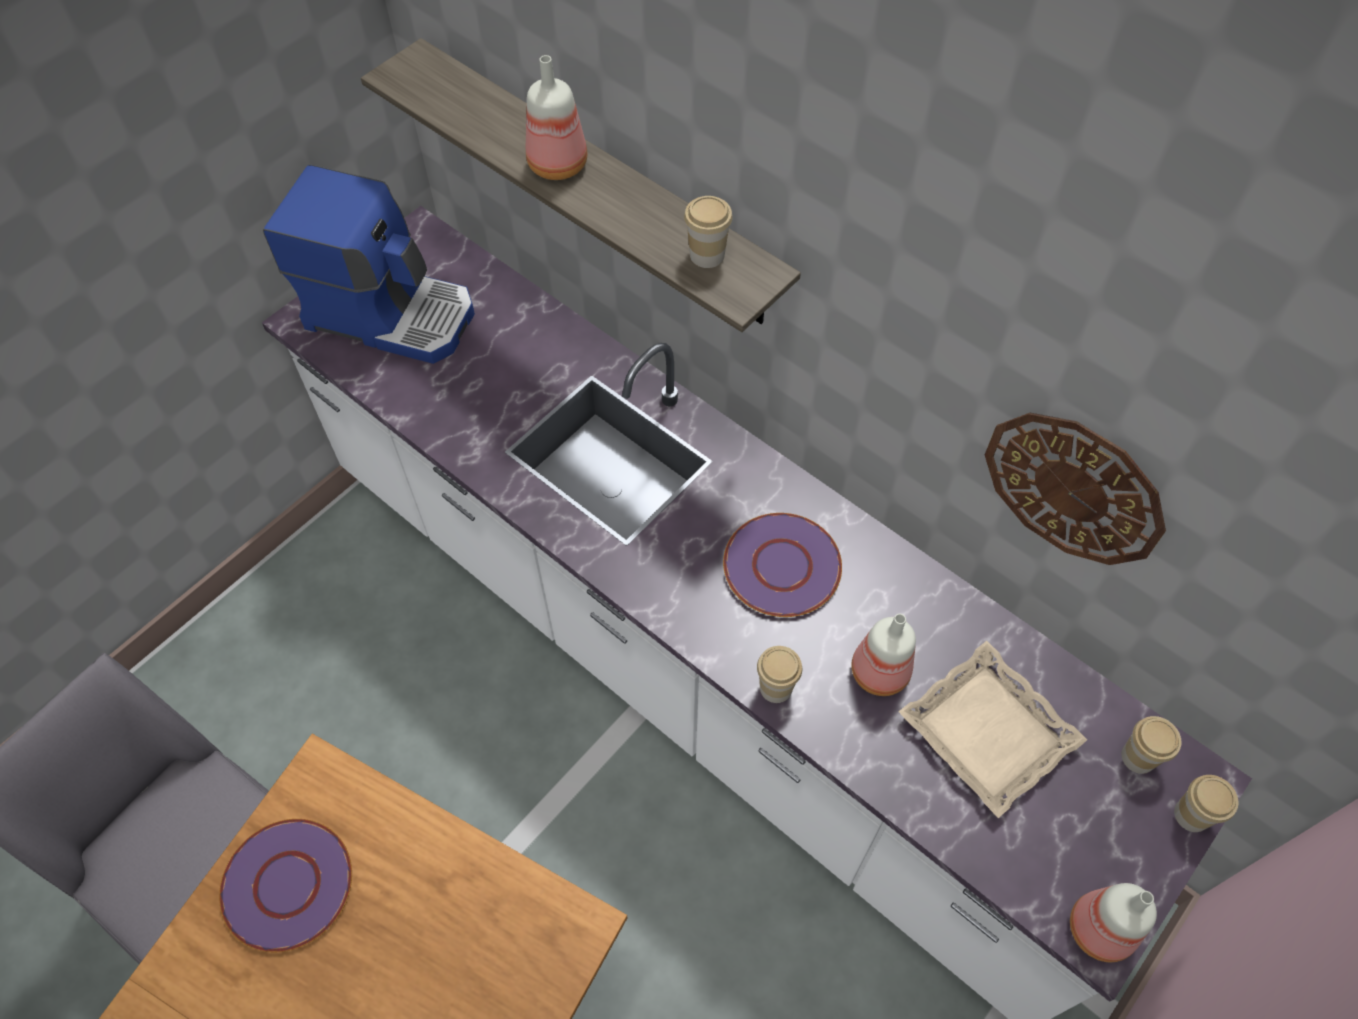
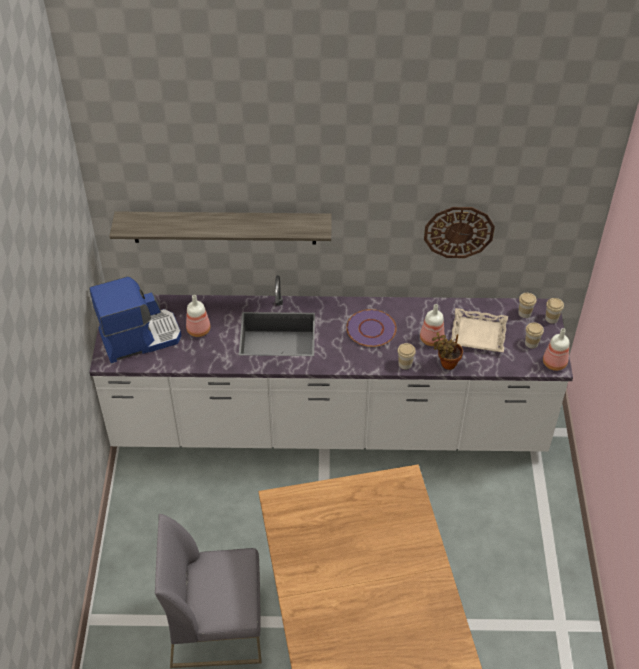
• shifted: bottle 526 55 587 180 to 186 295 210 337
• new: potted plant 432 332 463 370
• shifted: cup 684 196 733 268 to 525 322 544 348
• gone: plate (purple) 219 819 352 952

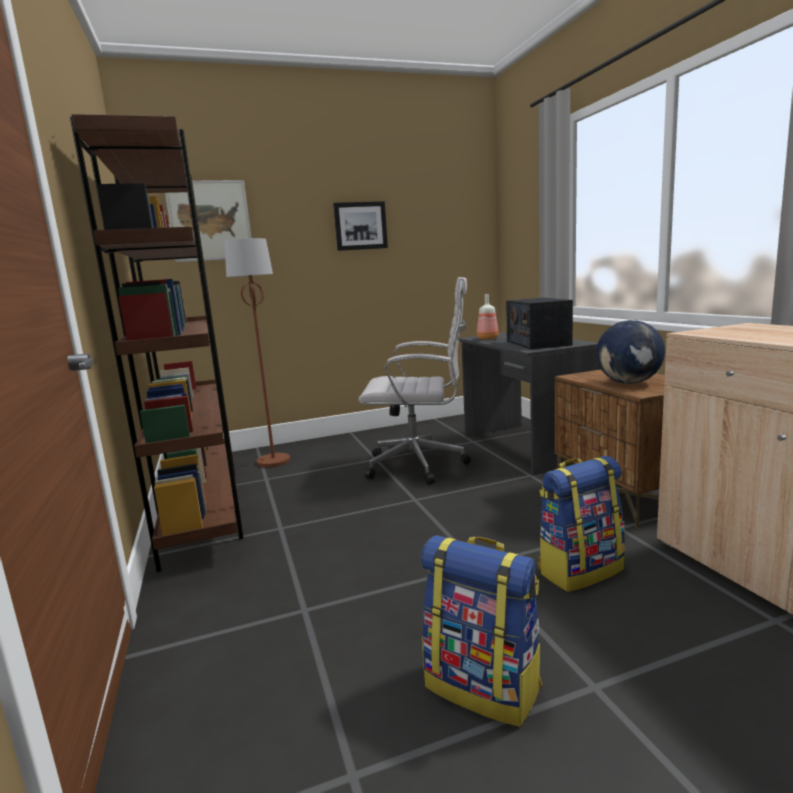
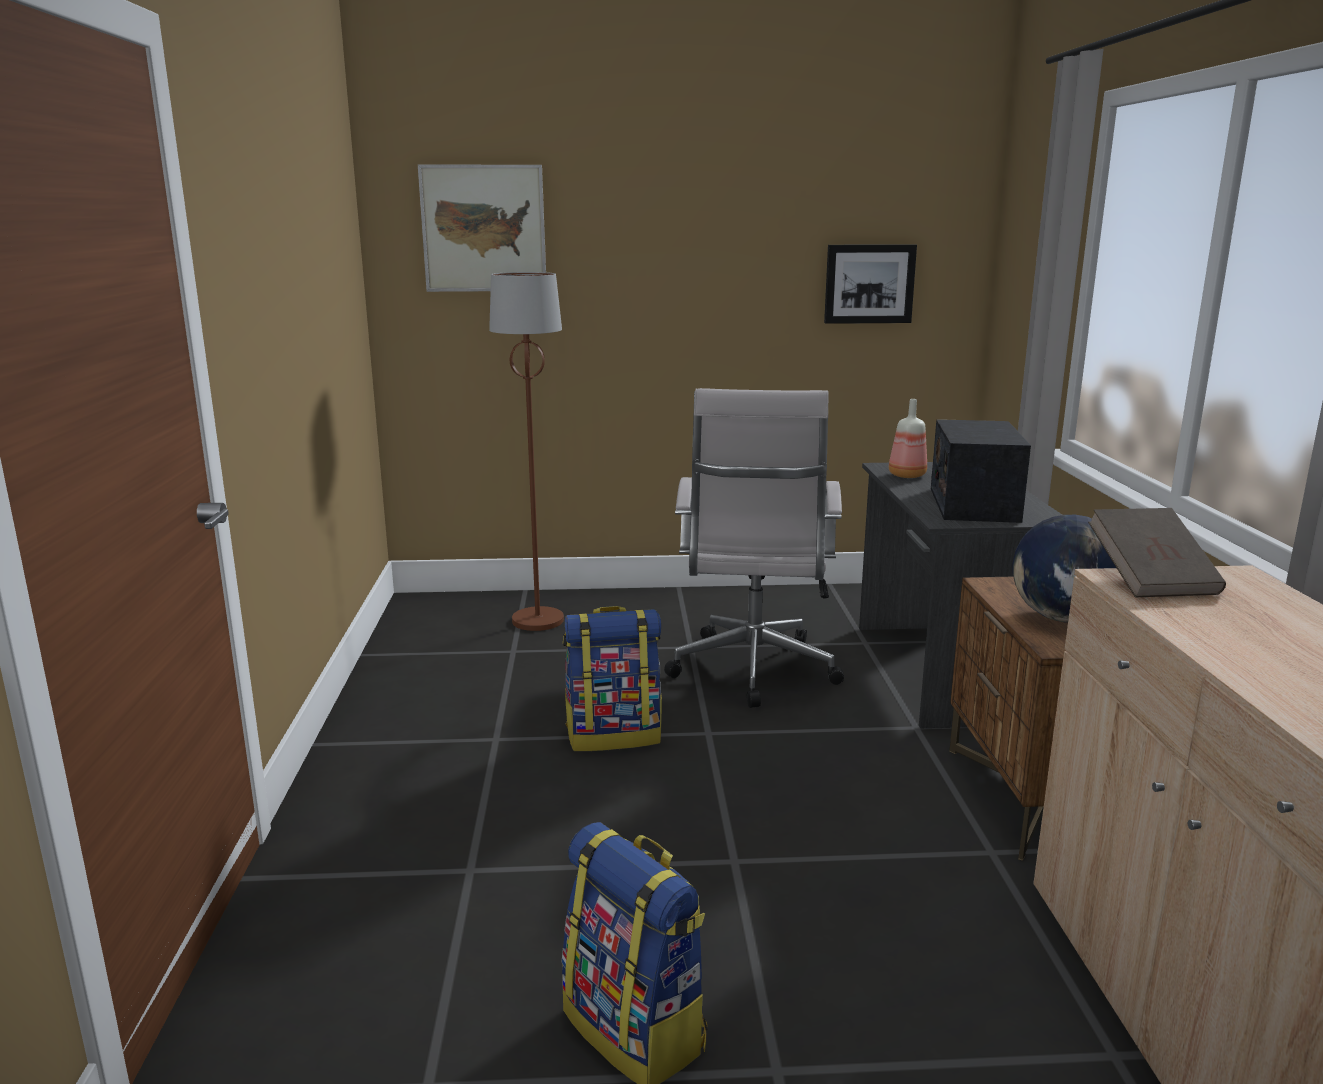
• shifted: backpack 538 456 625 592 to 563 606 662 751
• rotated: office chair (white) 359 277 471 485 = 664 388 844 708 75 degrees clockwise
• shifted: picture 333 201 388 251 to 824 244 917 324
• new: book (brown) 1088 508 1226 598
• gone: bookcase (brown) 70 114 244 572

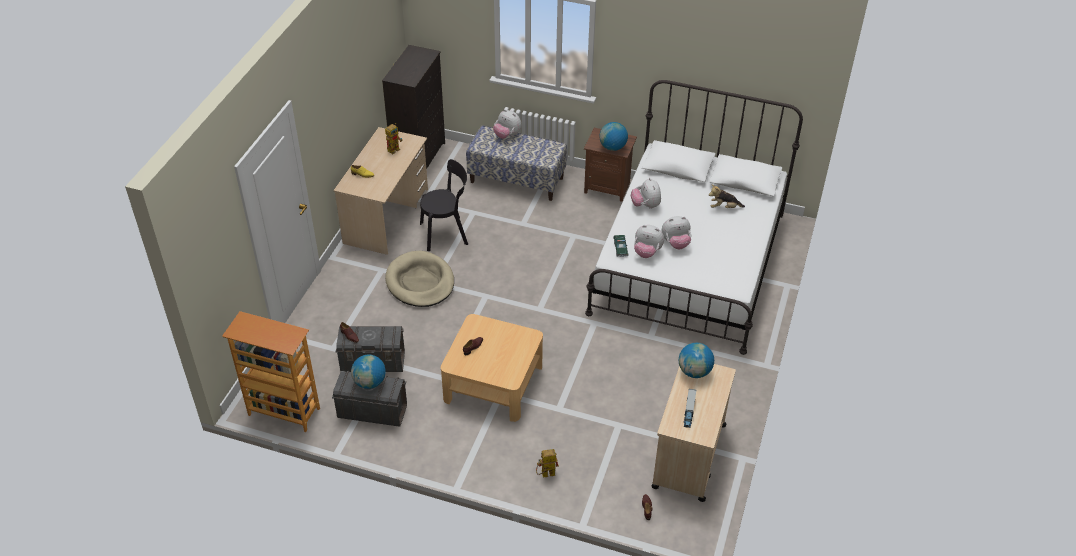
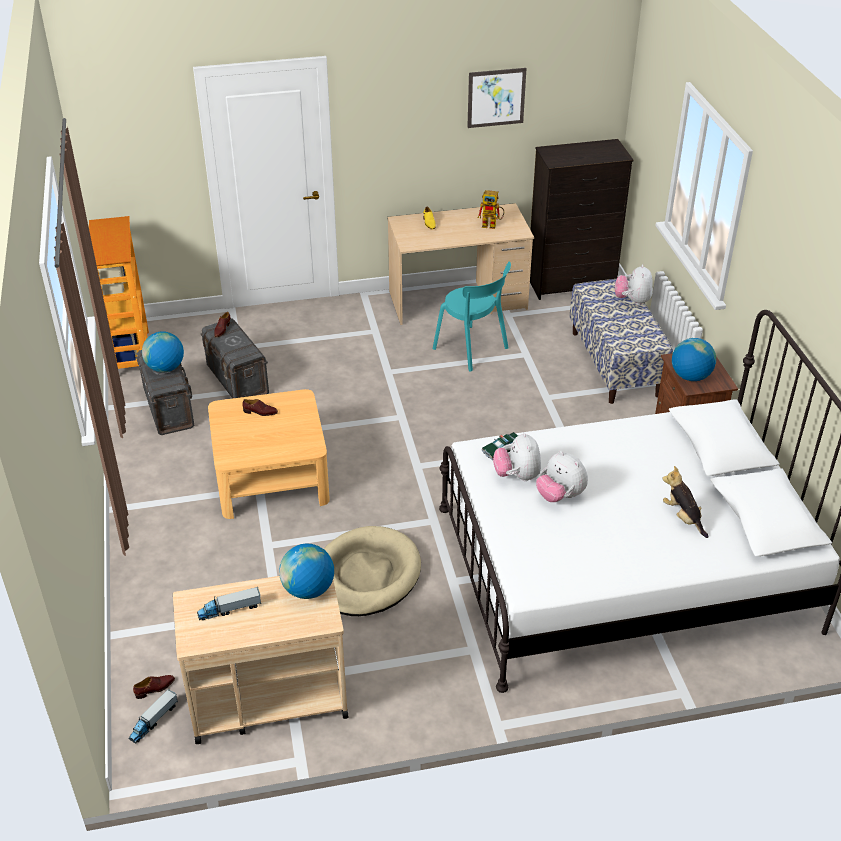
• new: toy truck 128 689 178 744
• shifted: dog bed (beige) 385 251 454 307 to 324 526 421 616
• repainted: chair (black) 420 159 468 251 to chair (turquoise) 433 262 511 372
• new: picture 467 68 527 128
• gone: toy robot 536 449 559 477
• gone: plush toy 631 178 661 209

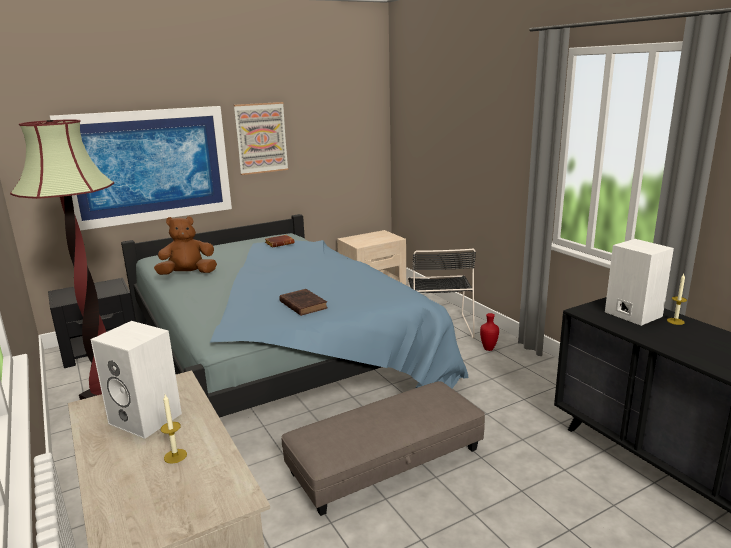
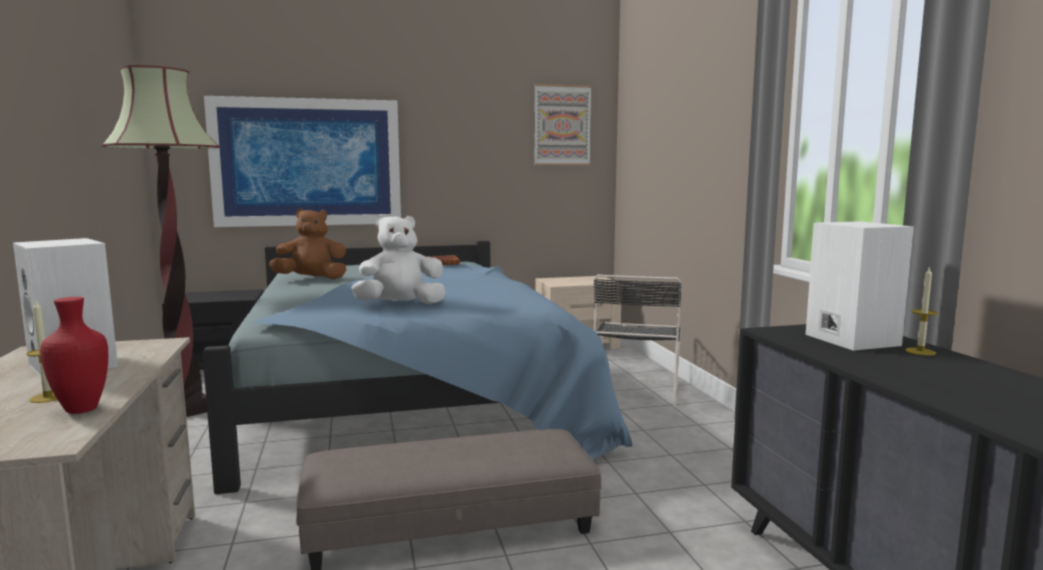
• shifted: vase (red) 480 313 499 351 to 40 297 108 414
• swapped: book (brown) 279 289 328 316 to plush toy (white) 352 215 446 304
• shifted: picture 234 102 288 175 to 534 84 591 165

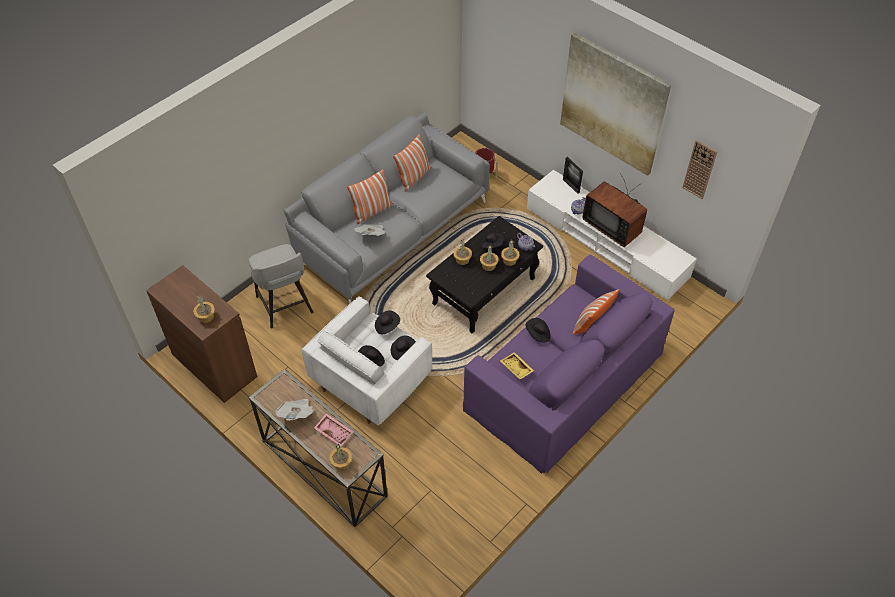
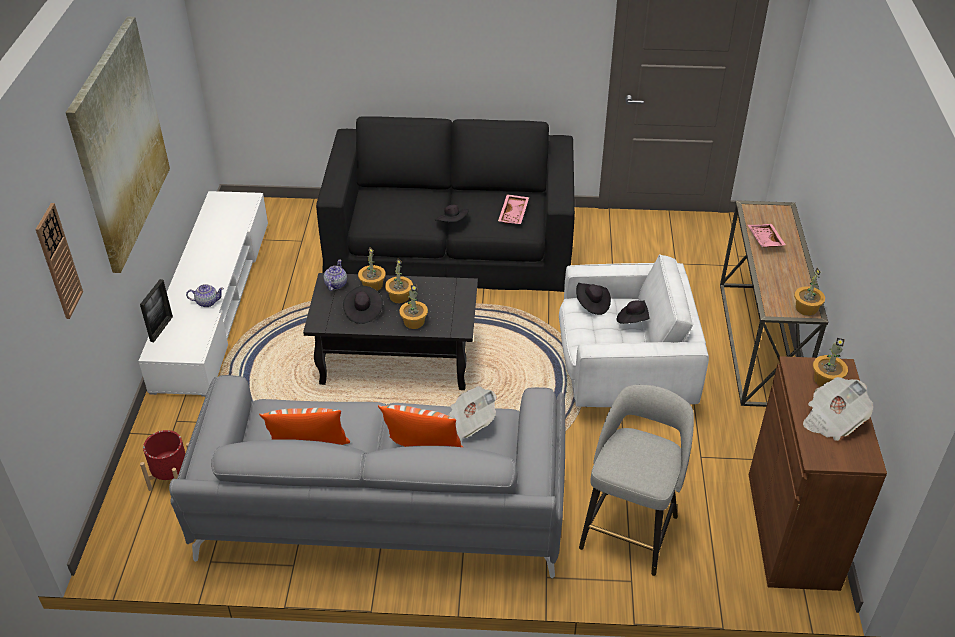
• shifted: wall clock 682 140 717 199 to 35 203 83 319
• repainted: sofa (purple) 463 255 674 474 to sofa (black) 316 116 575 292
• repainted: tray (yellow) 500 352 534 380 to tray (pink) 498 194 529 224
• shifted: potted plant 329 444 352 470 to 794 268 825 316
• shifted: newspaper 275 399 314 421 to 803 377 873 441
• gone: hat (black) 375 310 400 334
• gone: pillow 573 289 620 335
• gone: television 582 173 647 247

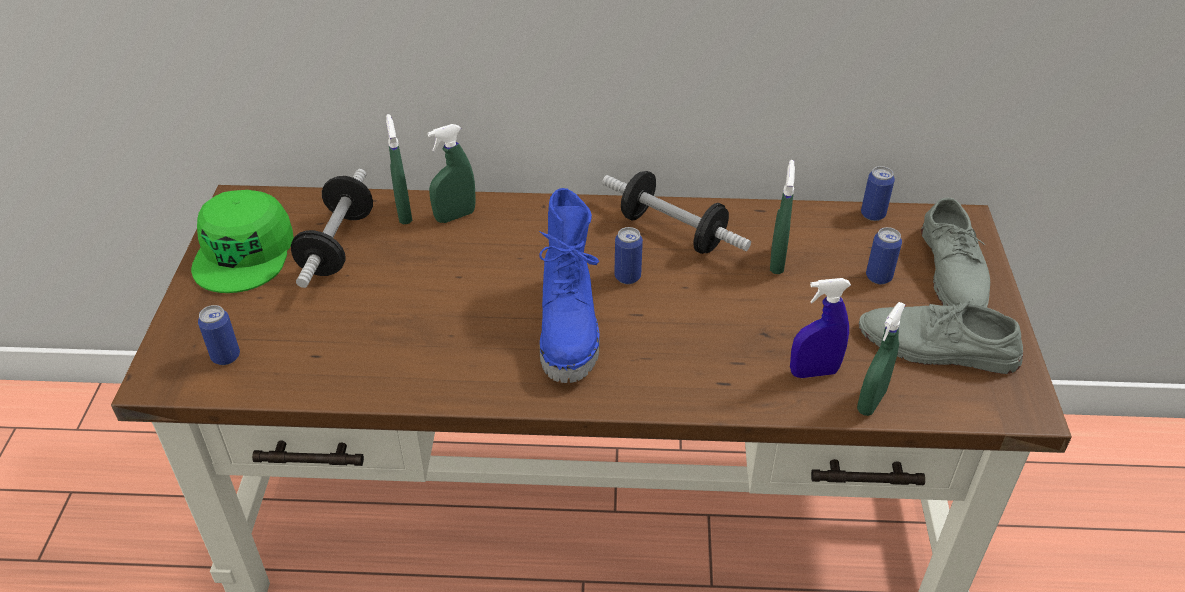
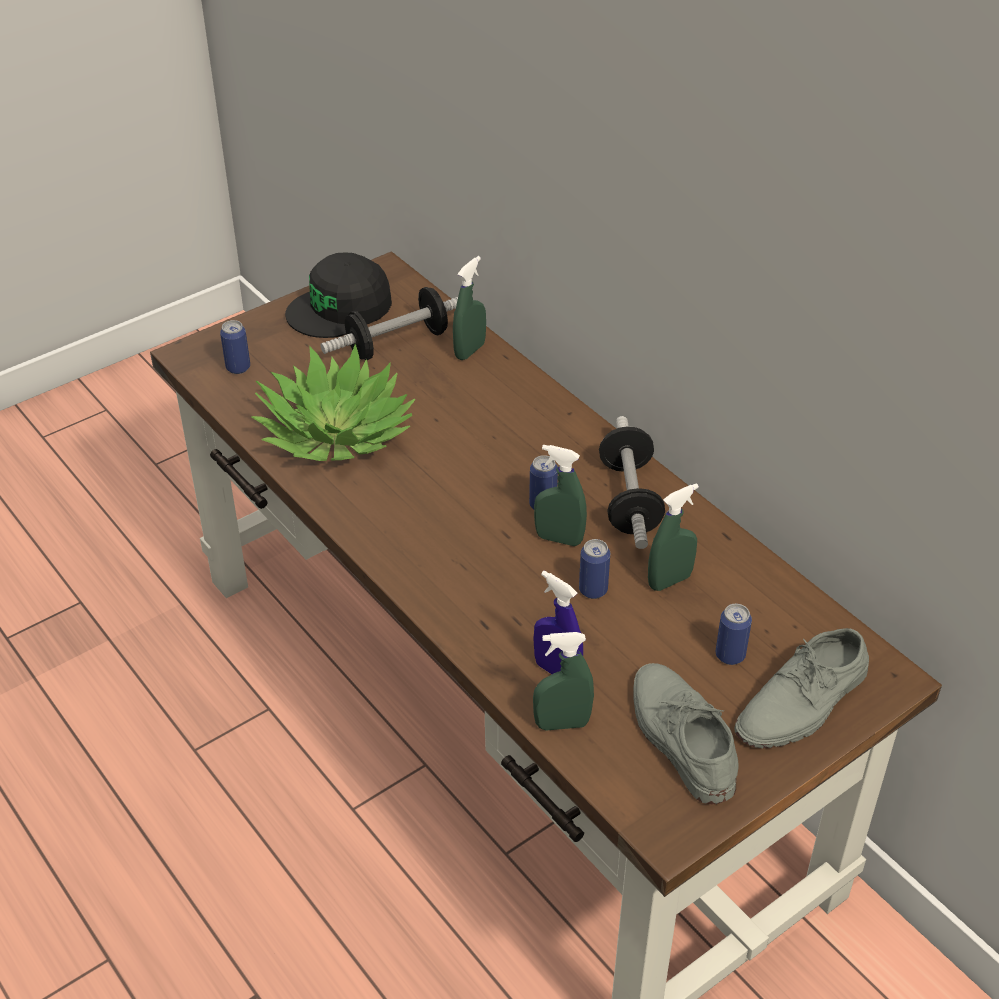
• new: potted plant 251 343 416 461
• repainted: cap (green) 191 190 294 293 to cap (black) 285 253 392 338
• shifted: spray bottle (green) 427 124 476 223 to 534 445 587 546
• shifted: can 861 166 895 221 to 579 539 610 599
• gone: boot (blue) 539 188 600 383

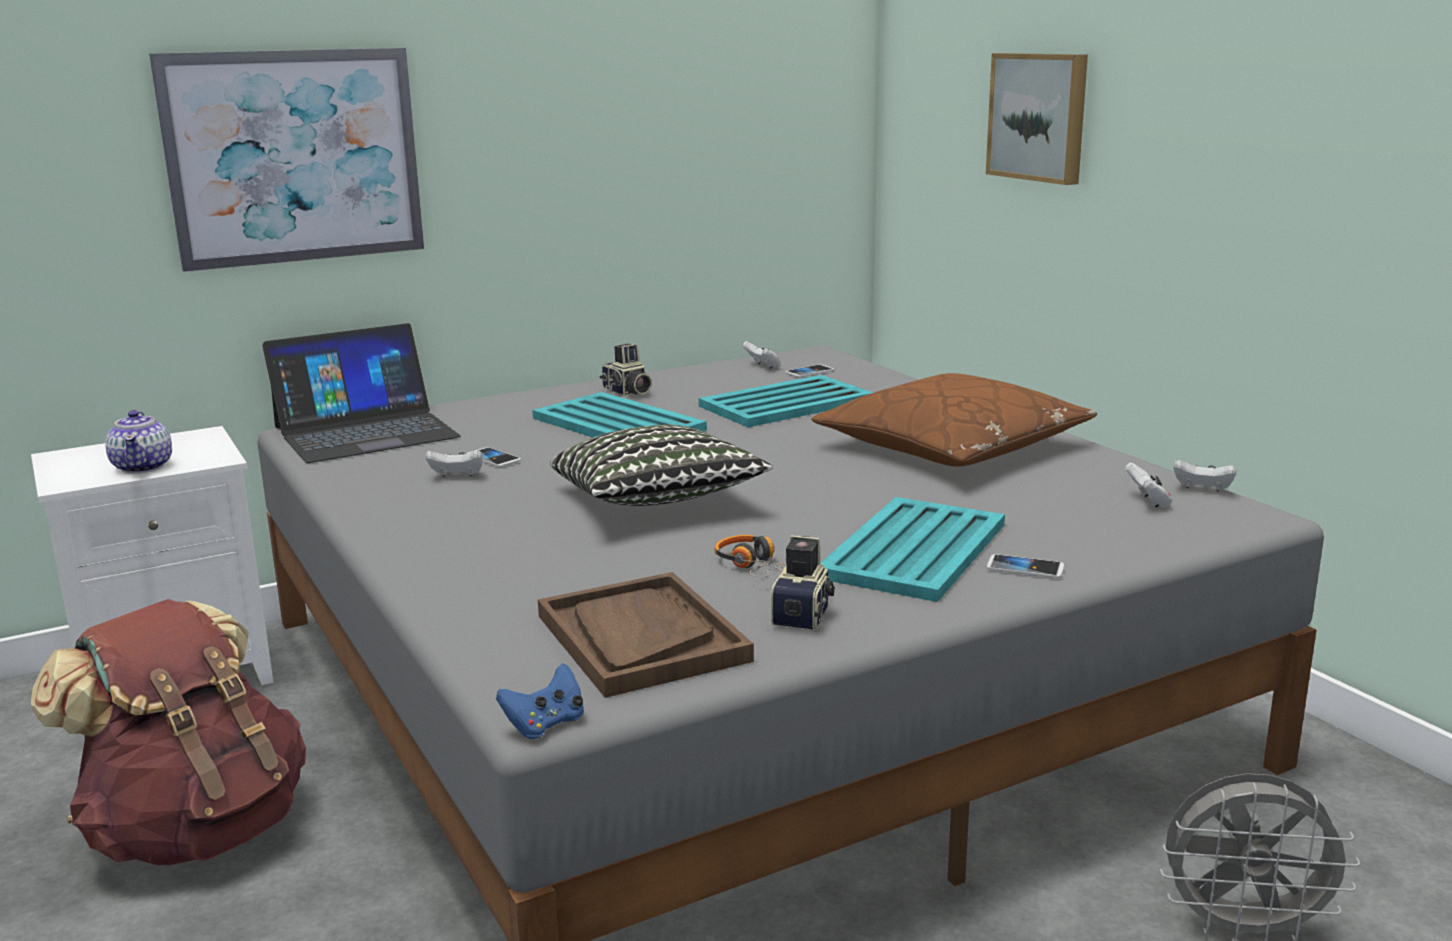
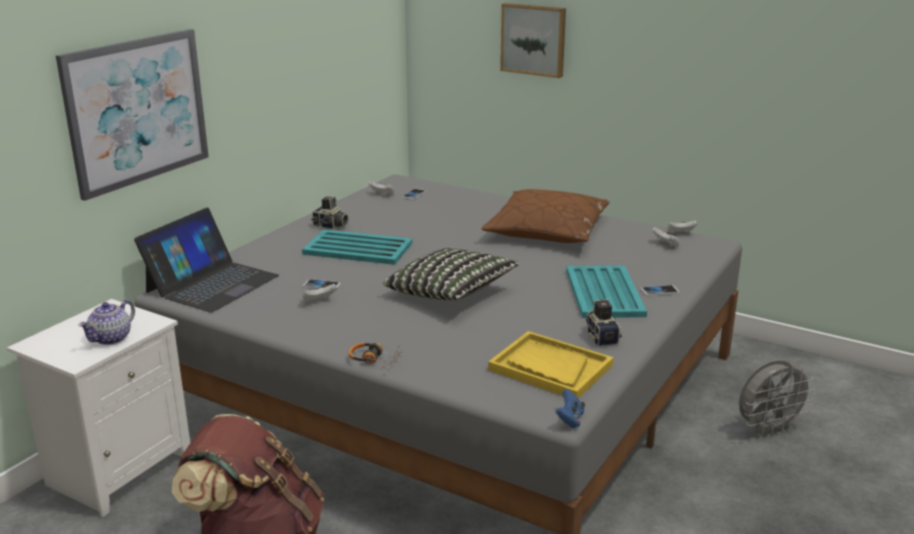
• rotated: teapot 105 410 172 474 = 78 300 135 345 75 degrees clockwise
• shifted: headphones 715 535 786 577 to 349 343 404 368
• repainted: tray (brown) 538 572 754 698 to tray (yellow) 488 331 613 399
• gone: tray (turquoise) 699 375 873 427

